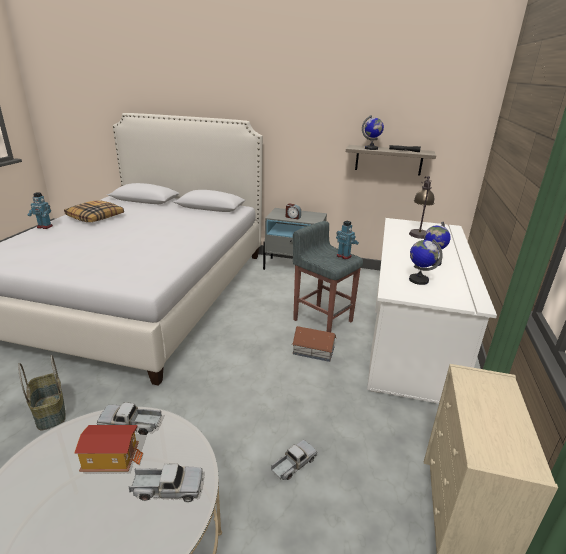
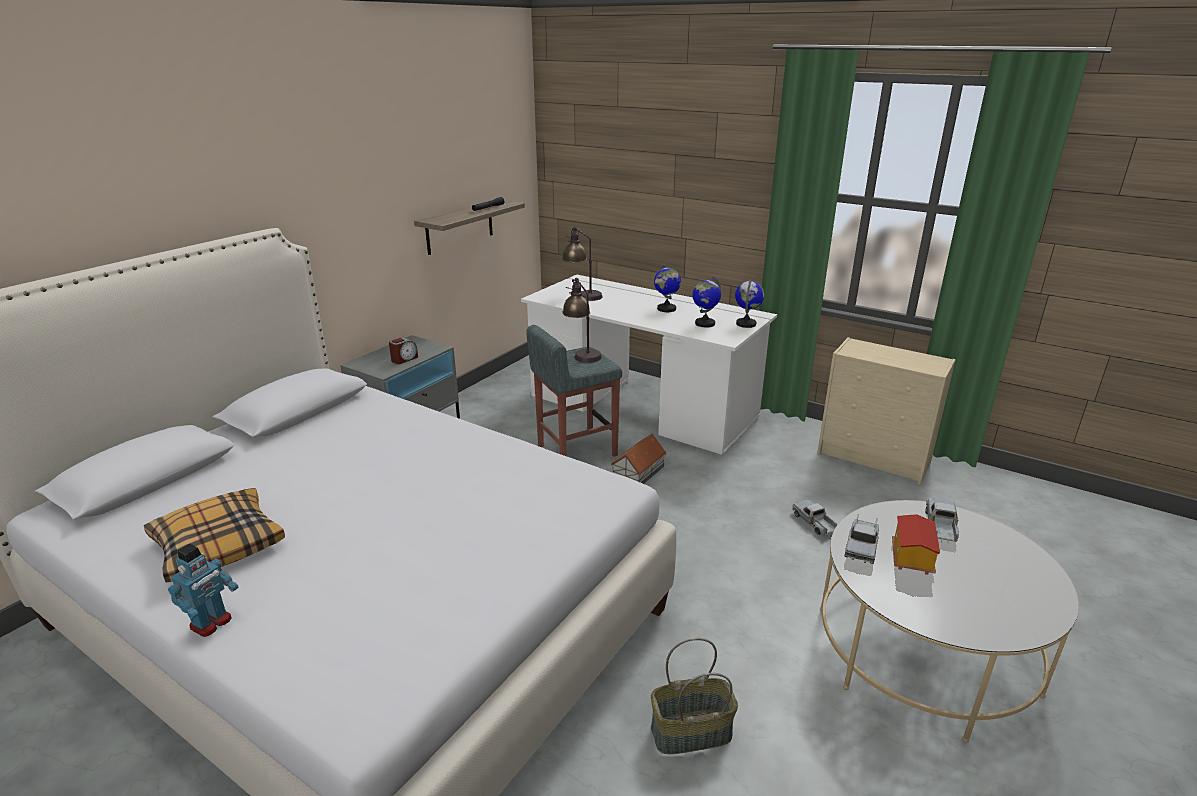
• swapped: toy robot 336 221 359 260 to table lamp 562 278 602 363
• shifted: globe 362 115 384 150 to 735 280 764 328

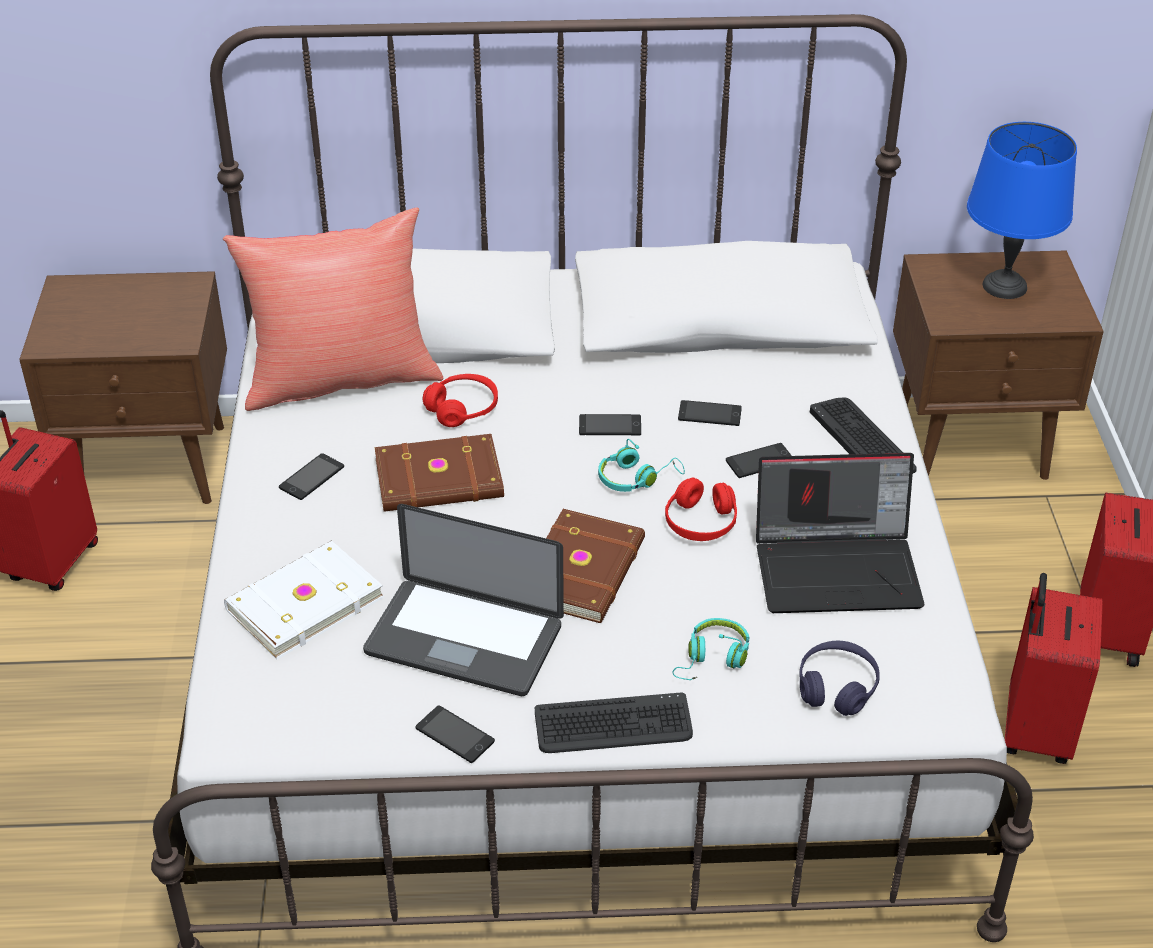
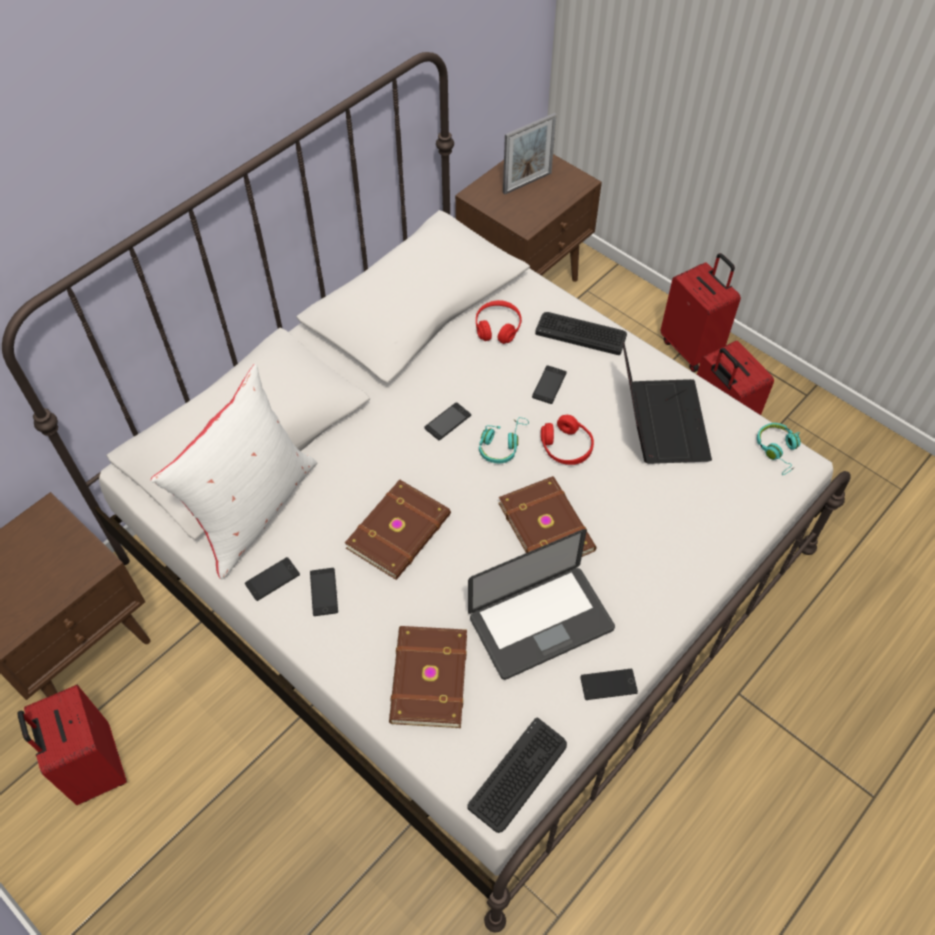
• repainted: pillow (red) 223 207 443 411 to pillow (white) 151 364 317 579
• shifted: phone 678 400 742 426 to 245 557 300 601
• repainted: book (white) 224 541 384 659 to book (brown) 389 626 467 728
• shifted: keyboard 535 693 693 753 to 467 718 567 833
• shifted: headphones (red) 423 374 498 427 to 476 300 522 344
• swapped: table lamp (blue) 967 122 1077 299 to picture frame 503 113 557 195
• rotated: laptop 756 453 924 613 = 622 343 712 464 45 degrees counterclockwise
• shifted: headphones (turquoise) 672 618 749 680 to 757 423 801 475
• gone: headphones (purple) 799 641 880 716

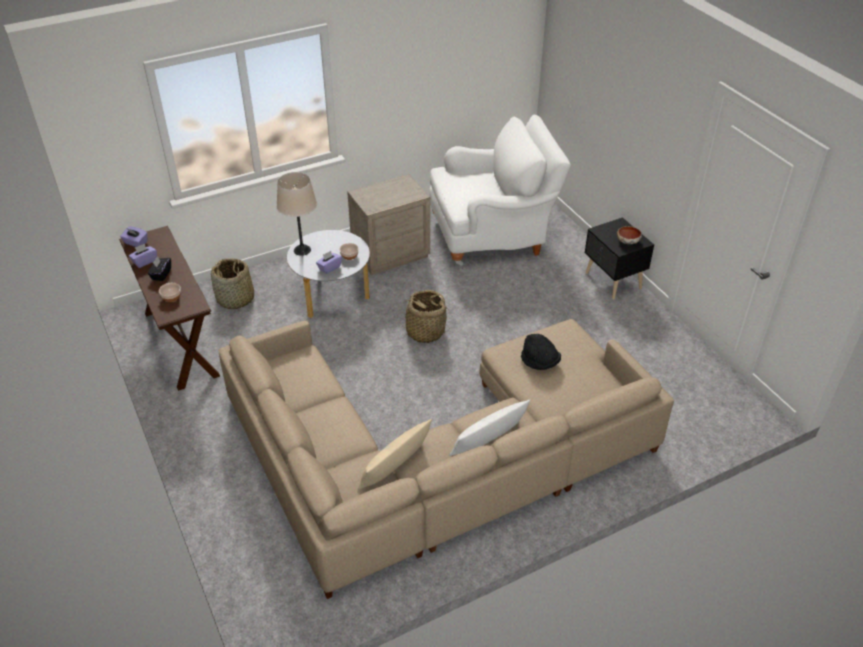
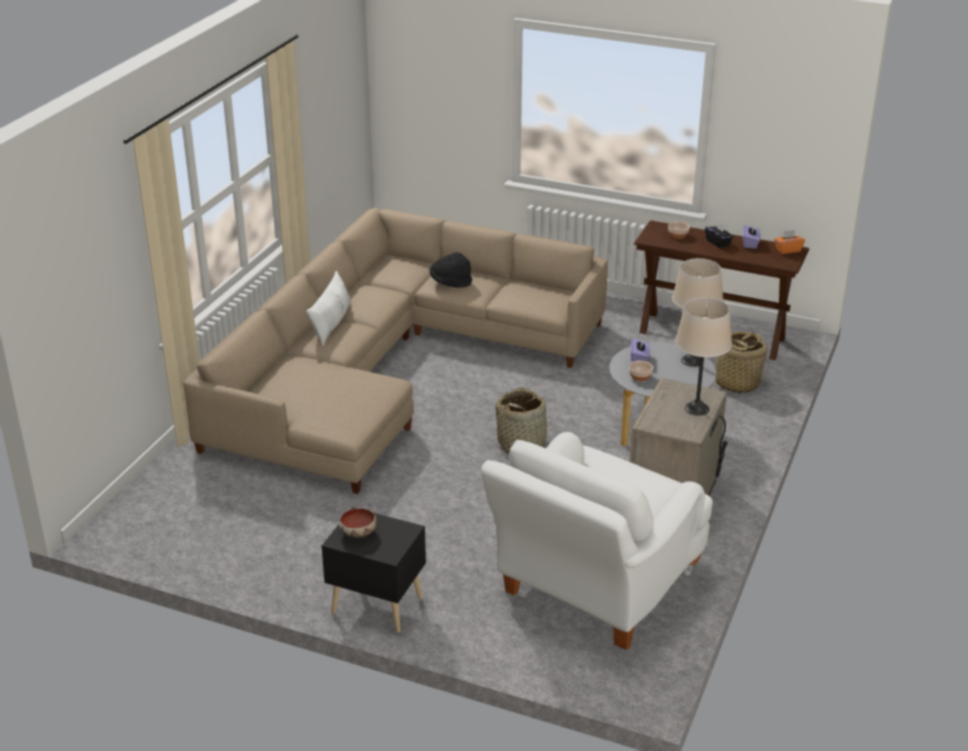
• shifted: hat (black) 521 334 561 370 to 430 252 472 288
• new: table lamp (beige) 675 297 732 415
• repainted: tissue box (purple) 120 226 148 247 to tissue box (orange) 774 230 805 254
• gone: pillow (beige) 358 419 432 490

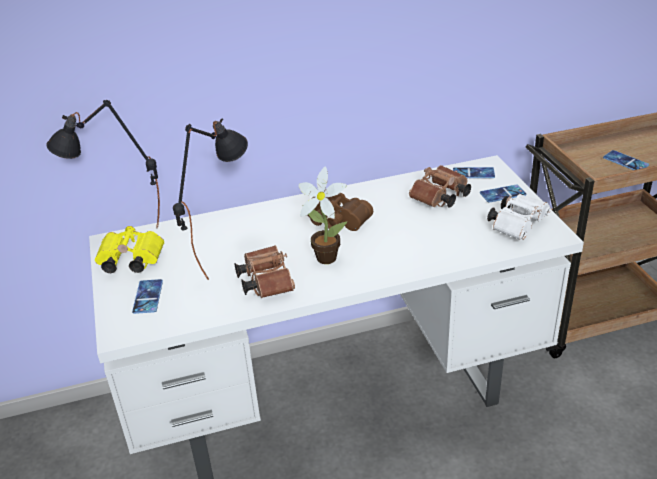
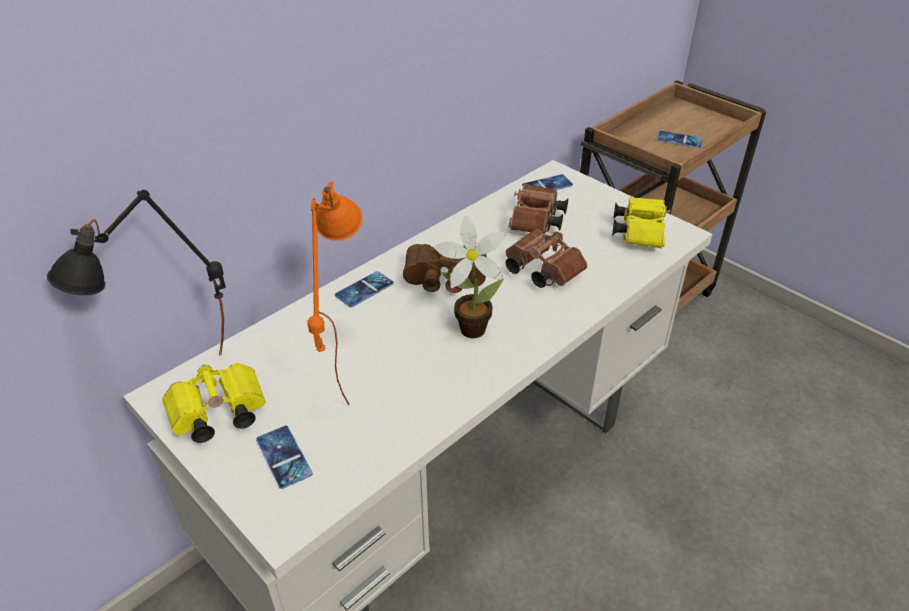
• repainted: table lamp (black) 173 119 248 280 to table lamp (orange) 307 181 363 405
• shifted: phone 480 185 526 203 to 335 271 394 307
• shifted: binoculars (brown) 234 245 295 298 to 506 229 587 288
• repainted: binoculars (white) 487 194 551 240 to binoculars (yellow) 612 197 670 249

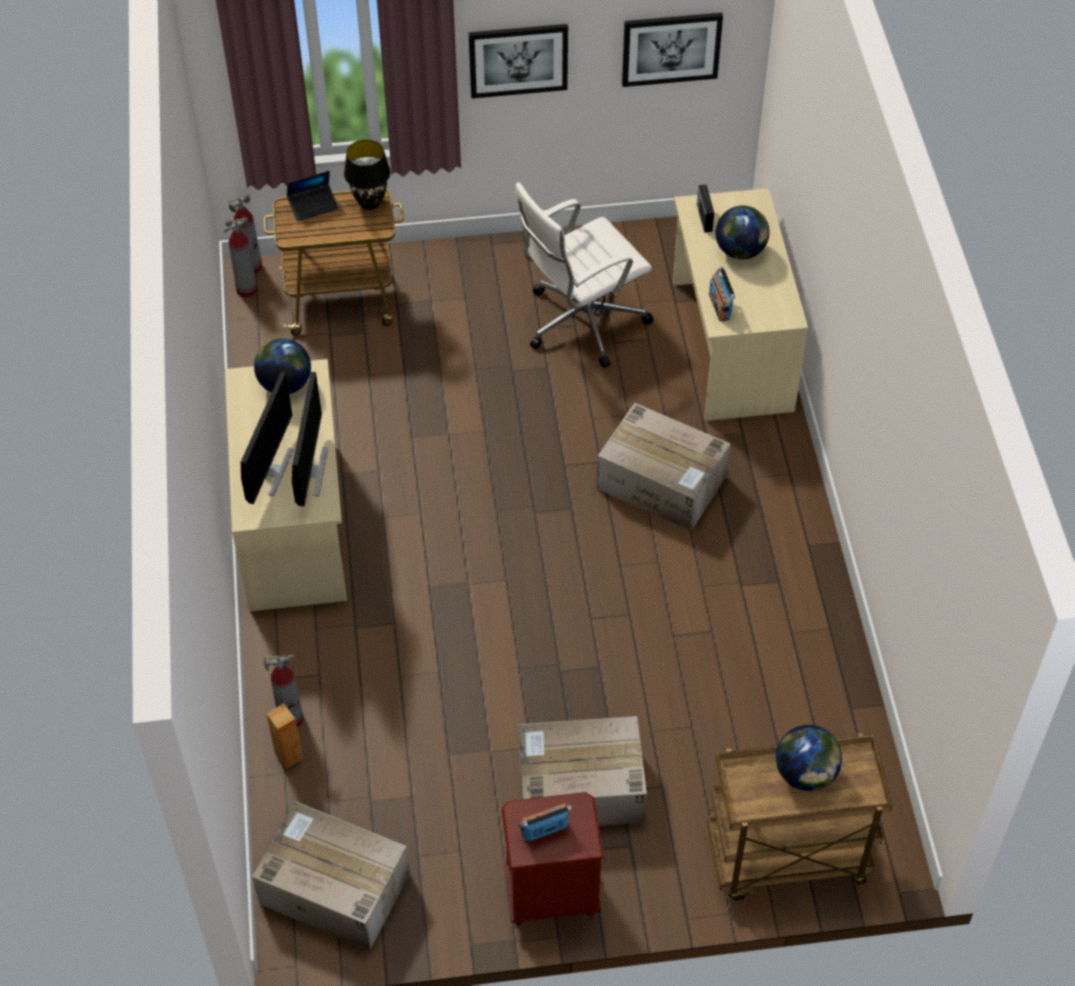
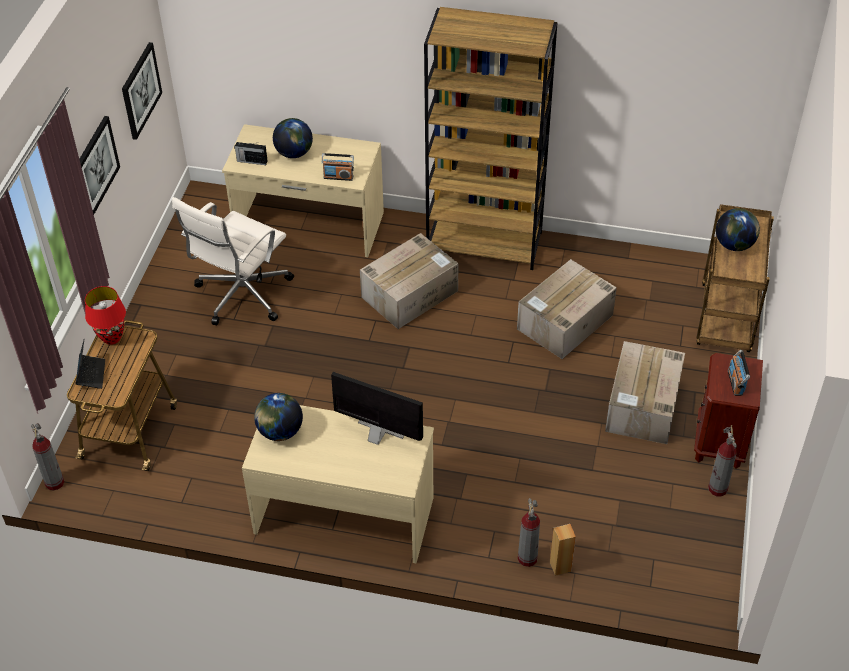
• repainted: table lamp (black) 344 140 391 210 to table lamp (red) 85 286 126 345
• rotated: office chair (white) 514 182 654 368 = 172 197 294 325 45 degrees clockwise
• new: bookcase (brown) 424 7 558 270
• shifted: cardboard box 252 801 410 950 to 517 259 617 359
• shifted: fire extinguisher 224 217 258 298 to 708 425 737 496
• gone: monitor 241 372 293 504

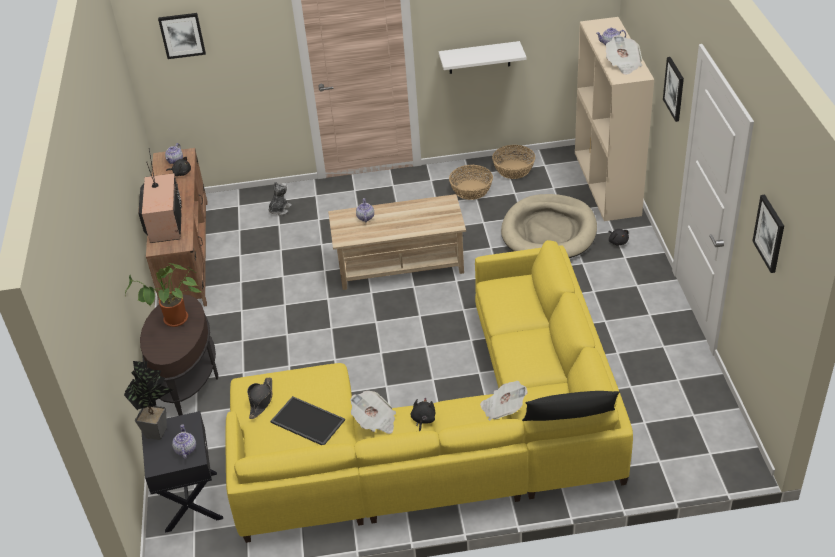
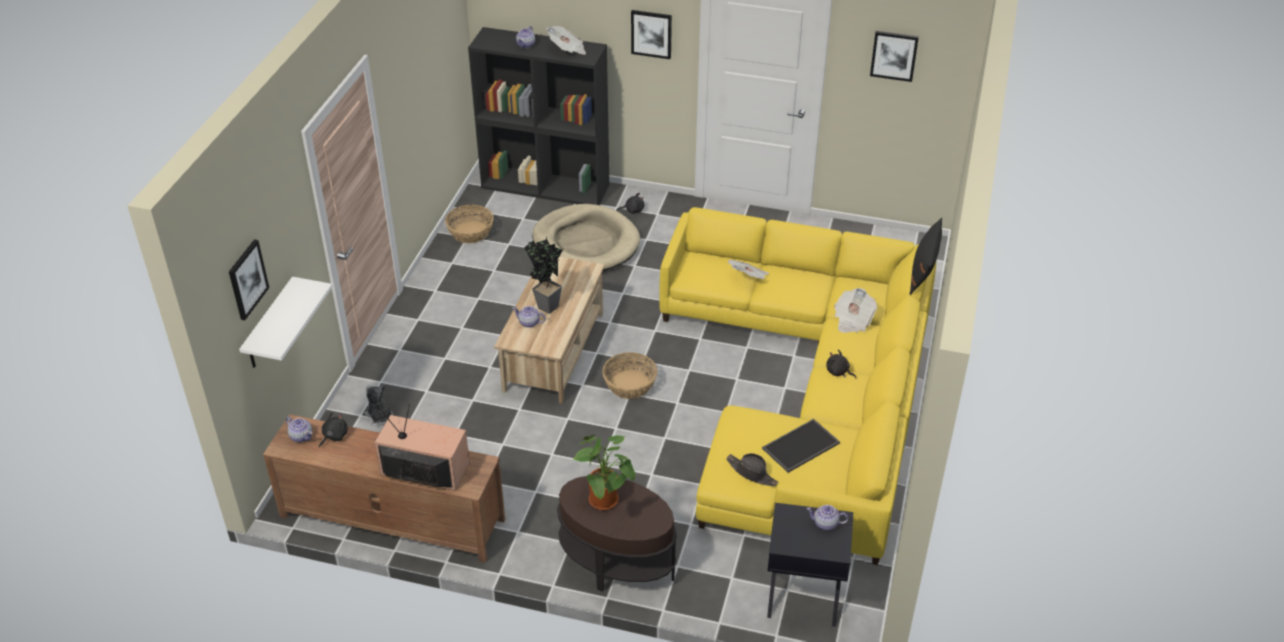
• shifted: shelf (white) 439 41 527 74 to 239 277 332 368
• repainted: bookcase (beige) 575 17 654 221 to bookcase (black) 468 27 609 205
• shifted: potted plant 124 361 173 440 to 524 236 563 314
• shifted: basket 449 165 493 200 to 602 352 657 399
• shifted: newspaper 351 391 396 434 to 728 260 769 280

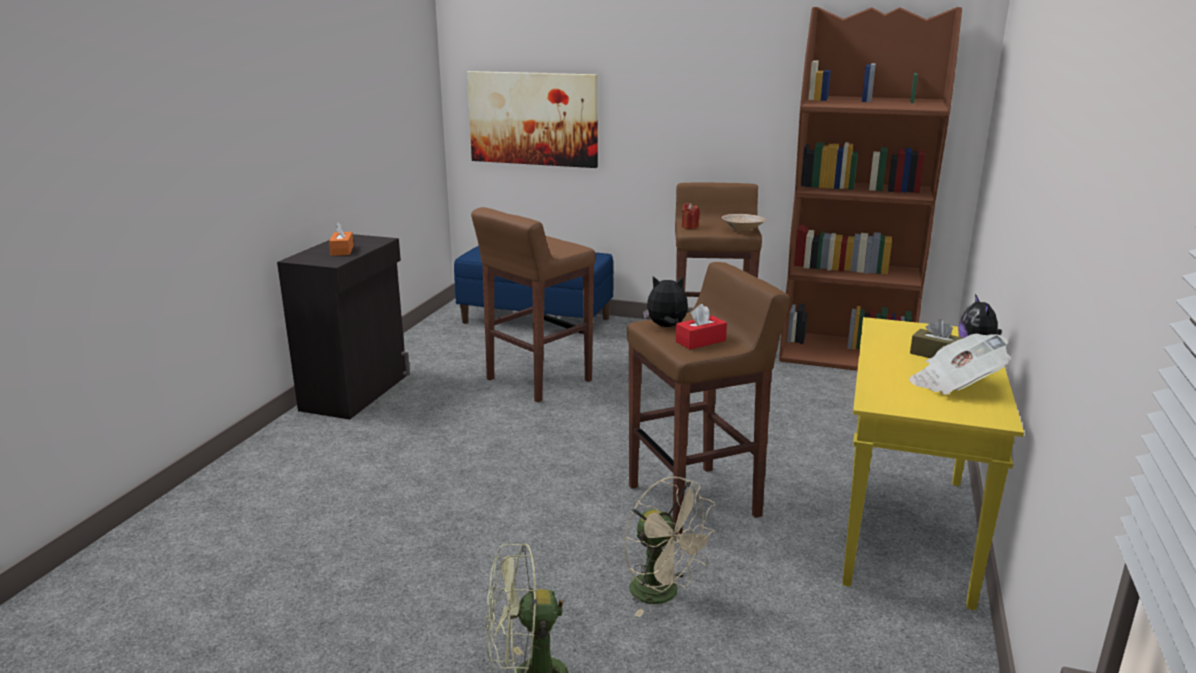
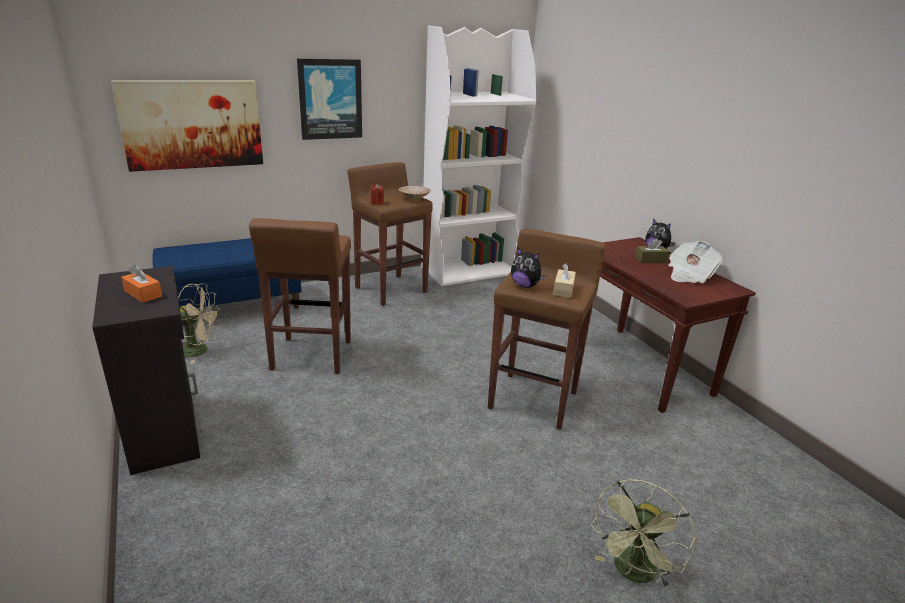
• shifted: fan (beige) 625 476 718 617 to 178 284 221 364
• new: picture 297 59 362 140
• repainted: bookcase (brown) 779 7 962 371 to bookcase (white) 421 26 536 286
• rotated: plush toy 643 276 688 327 = 511 248 546 288 105 degrees counterclockwise
• repainted: tissue box (red) 676 304 727 349 to tissue box (beige) 553 263 576 298
• repainted: console table (yellow) 842 317 1024 610 to console table (brown) 600 237 756 413

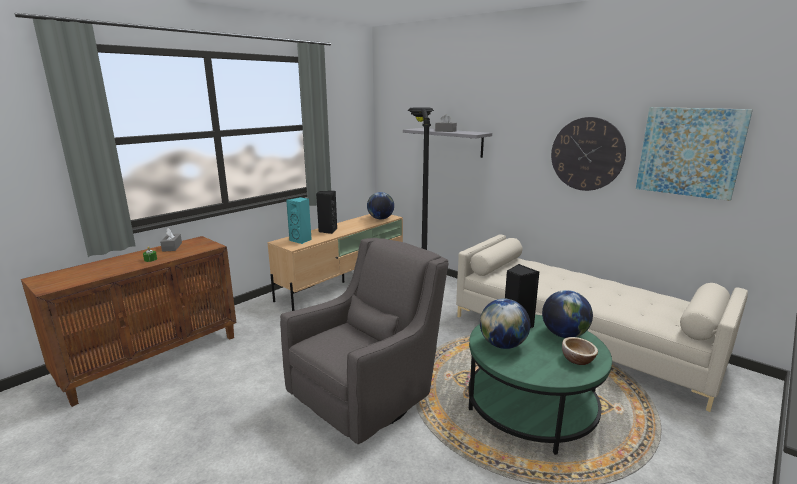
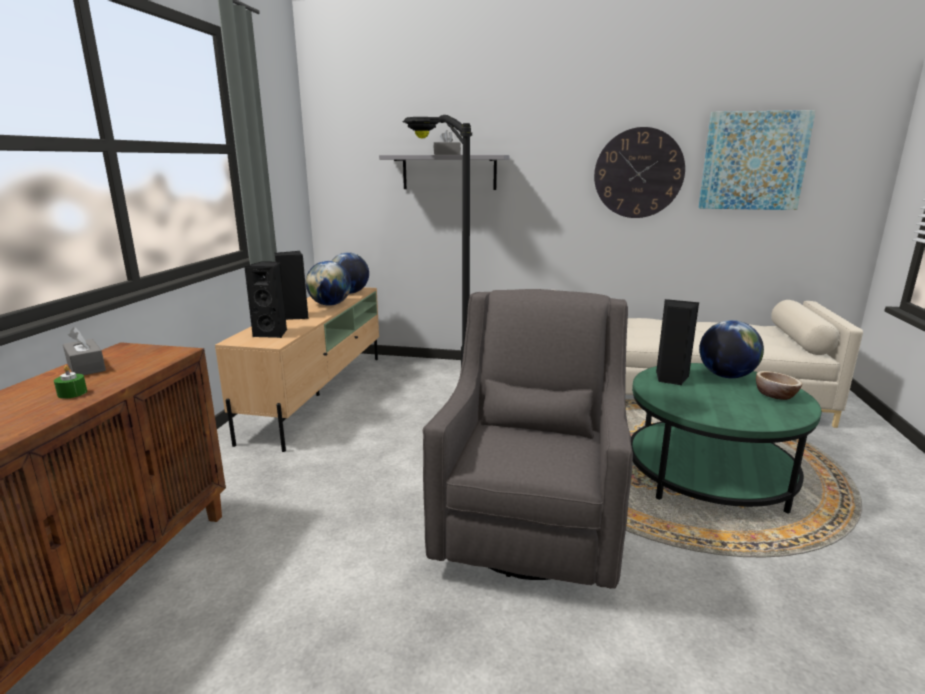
• repainted: speaker (turquoise) 286 197 312 244 to speaker (black) 244 261 287 338
• shifted: globe 480 299 530 349 to 306 261 351 306

